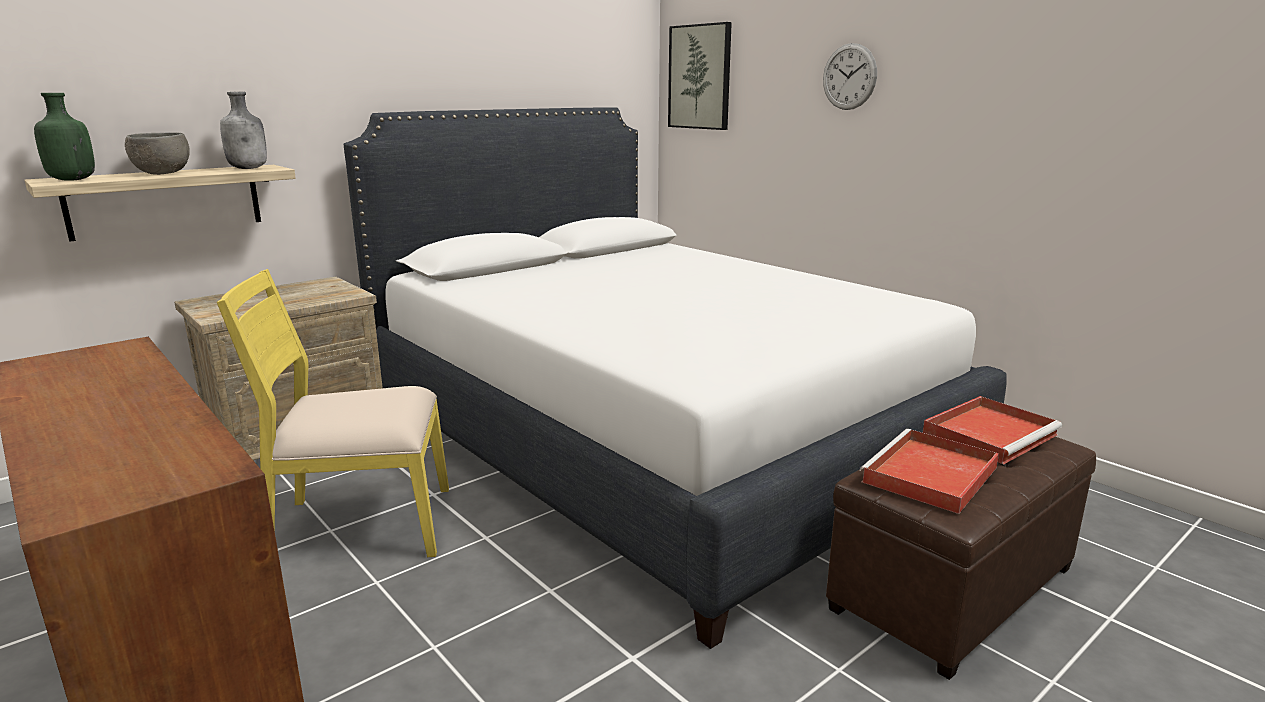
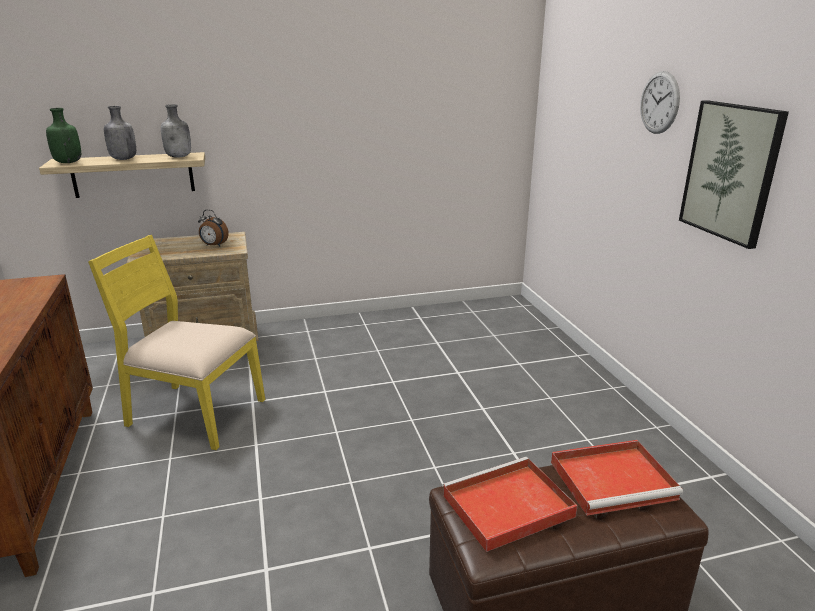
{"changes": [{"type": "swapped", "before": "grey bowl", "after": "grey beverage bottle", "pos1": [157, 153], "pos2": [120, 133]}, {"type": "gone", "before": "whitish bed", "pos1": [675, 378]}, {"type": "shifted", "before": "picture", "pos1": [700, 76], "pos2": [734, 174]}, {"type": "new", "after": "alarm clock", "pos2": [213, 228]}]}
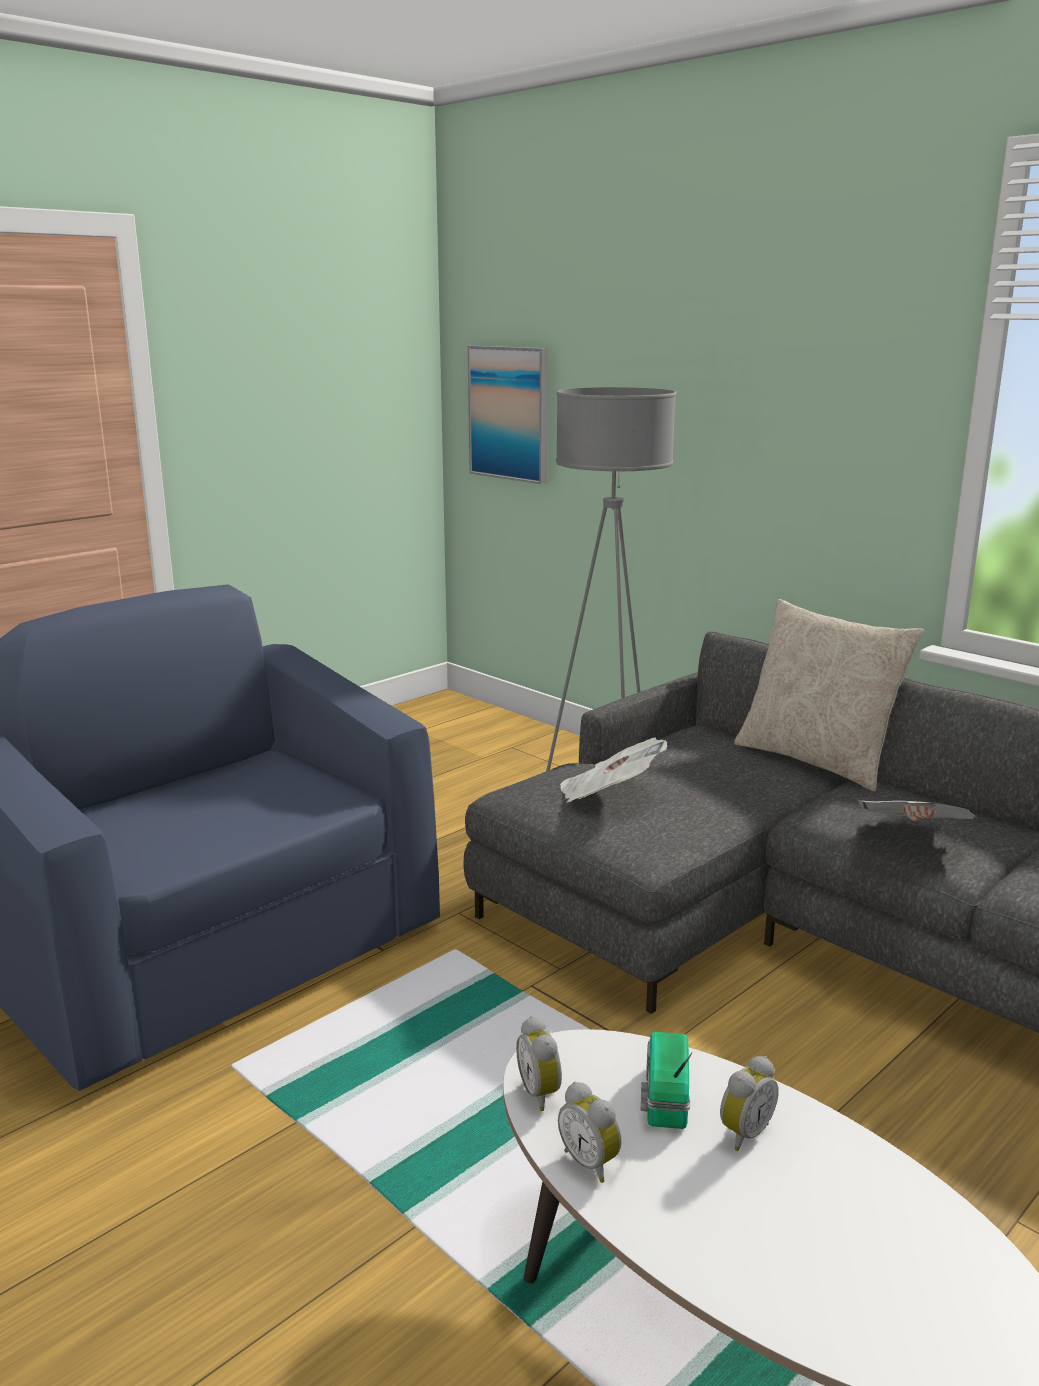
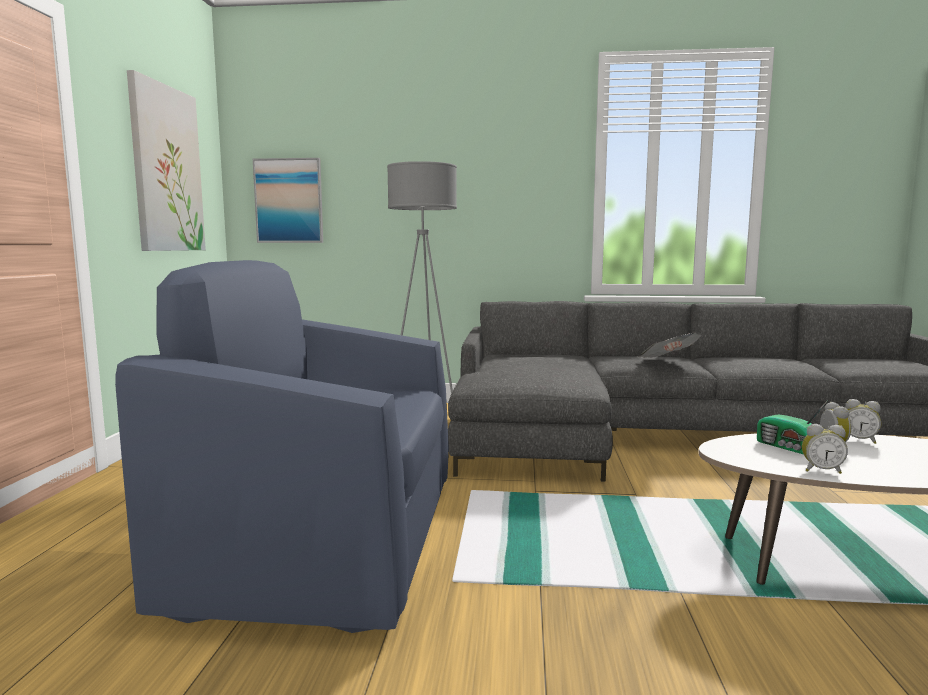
{"changes": [{"type": "shifted", "before": "alarm clock", "pos1": [539, 1063], "pos2": [863, 421]}, {"type": "gone", "before": "newspaper", "pos1": [614, 770]}, {"type": "gone", "before": "beige cushion", "pos1": [829, 695]}, {"type": "new", "after": "picture", "pos2": [166, 160]}]}
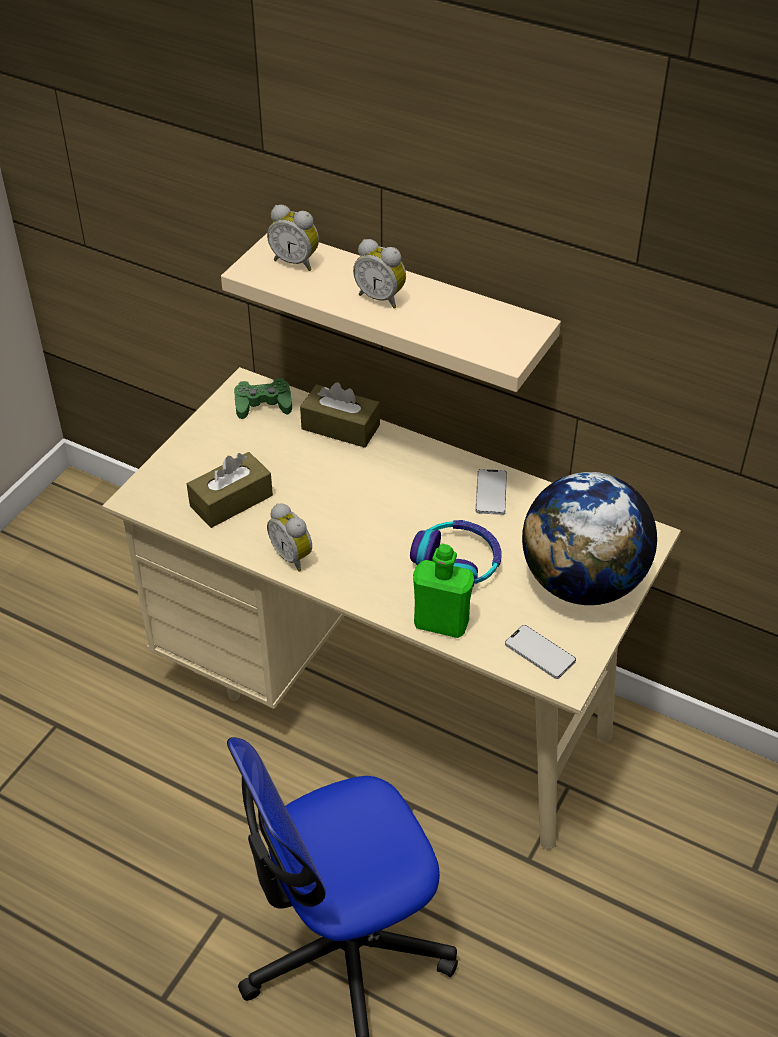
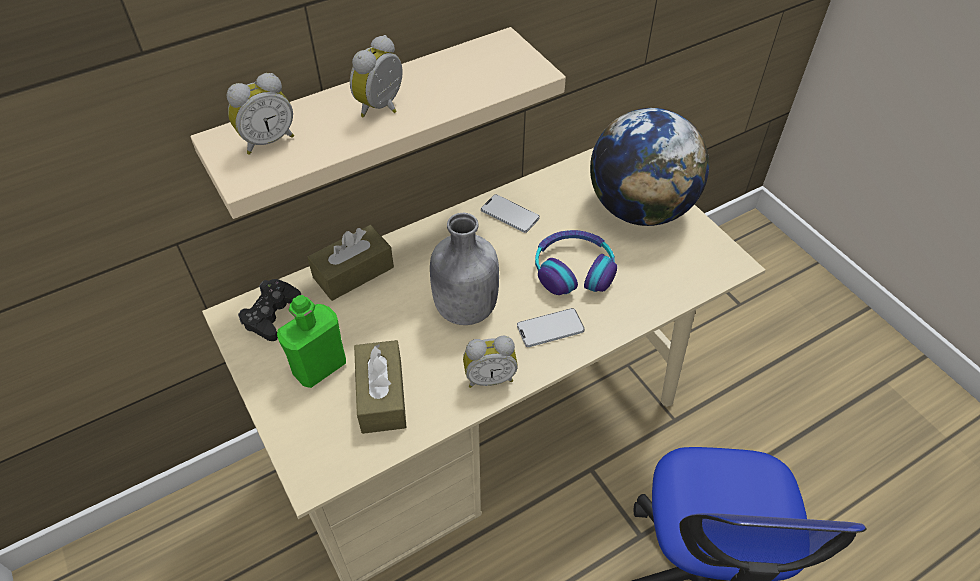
{"changes": [{"type": "repainted", "before": "greenish joypad", "after": "black-coloured joypad", "pos1": [263, 398], "pos2": [269, 310]}, {"type": "rotated", "before": "alarm clock", "pos1": [379, 274], "pos2": [376, 76], "turn": 150}, {"type": "shifted", "before": "greenish beverage bottle", "pos1": [443, 591], "pos2": [311, 341]}, {"type": "shifted", "before": "handset", "pos1": [540, 652], "pos2": [551, 327]}, {"type": "new", "after": "grey beverage bottle", "pos2": [464, 269]}]}
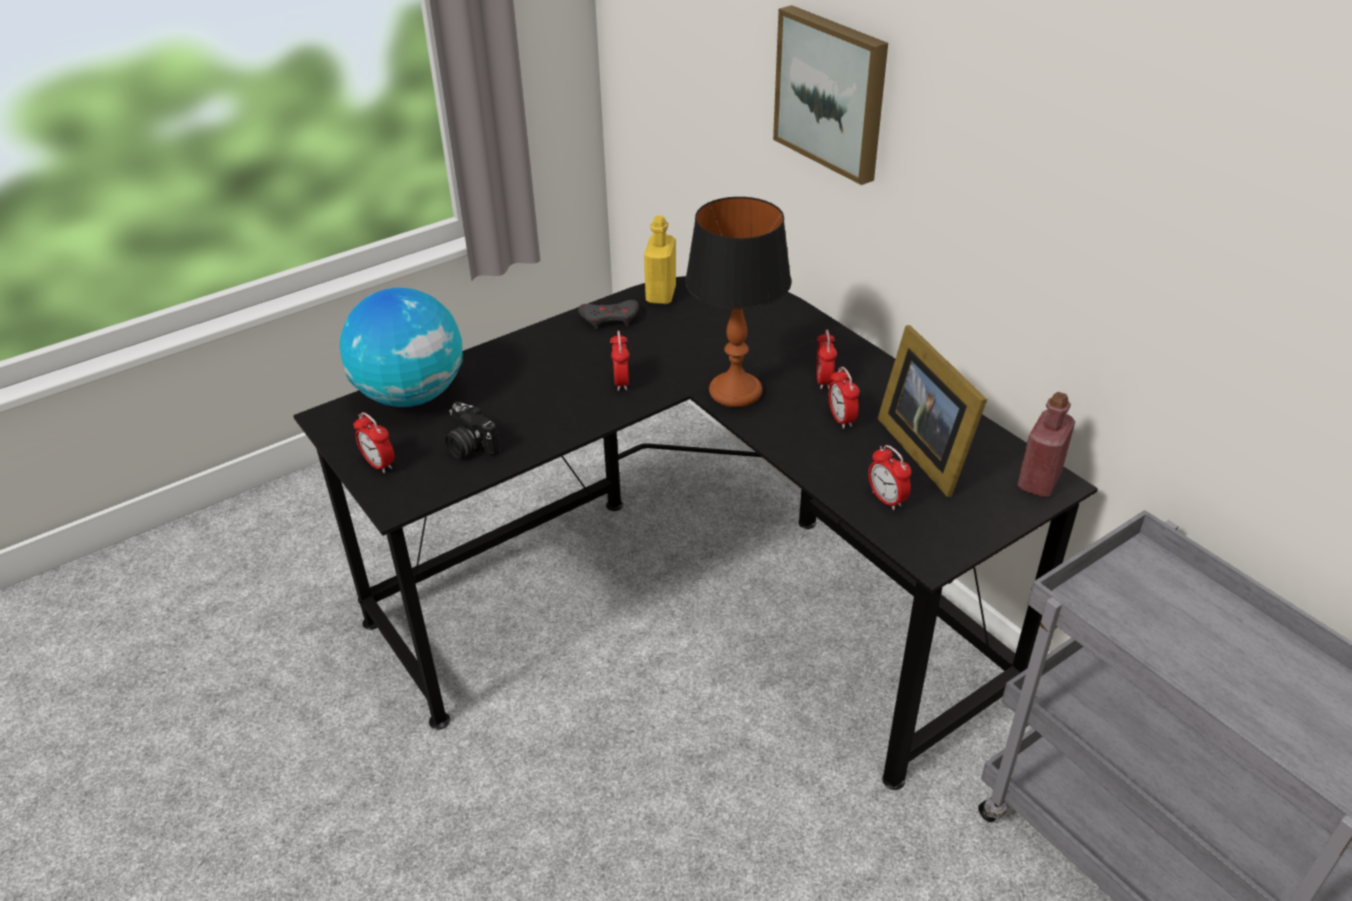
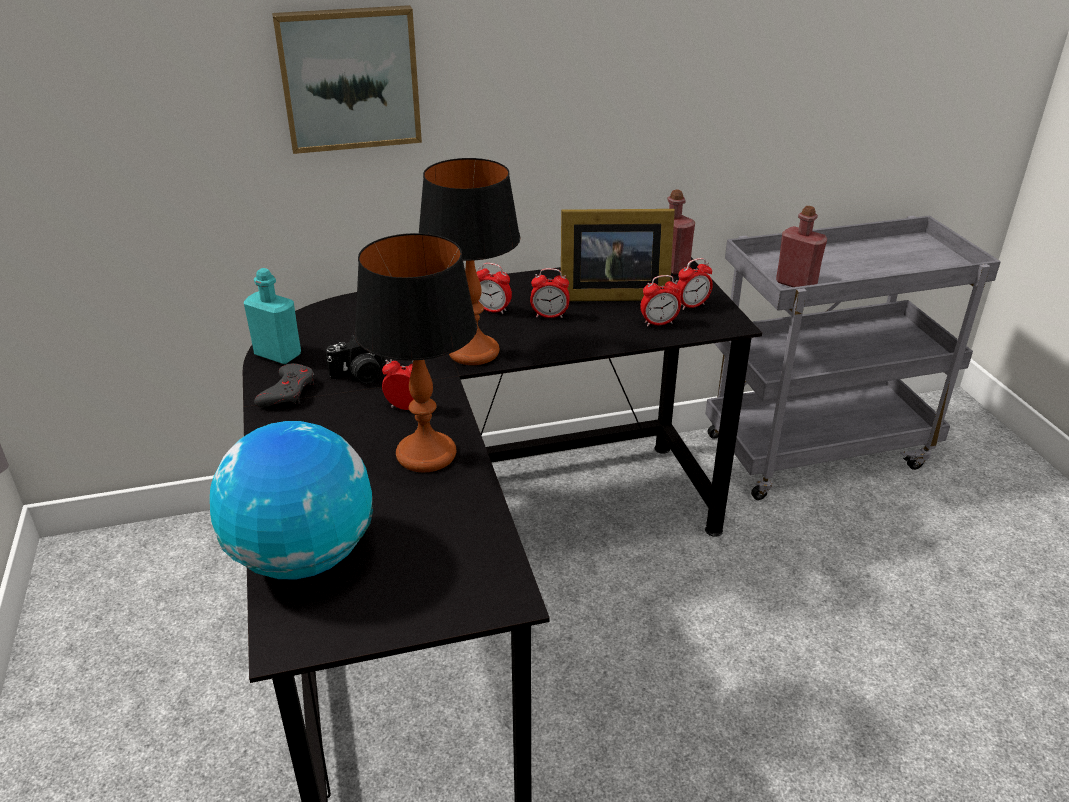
{"changes": [{"type": "shifted", "before": "alarm clock", "pos1": [374, 442], "pos2": [694, 284]}, {"type": "shifted", "before": "photo camera", "pos1": [472, 430], "pos2": [355, 359]}, {"type": "repainted", "before": "yellowish beverage bottle", "after": "blue-green beverage bottle", "pos1": [660, 259], "pos2": [272, 316]}, {"type": "new", "after": "tabletop lamp", "pos2": [415, 352]}, {"type": "new", "after": "reddish beverage bottle", "pos2": [801, 246]}]}
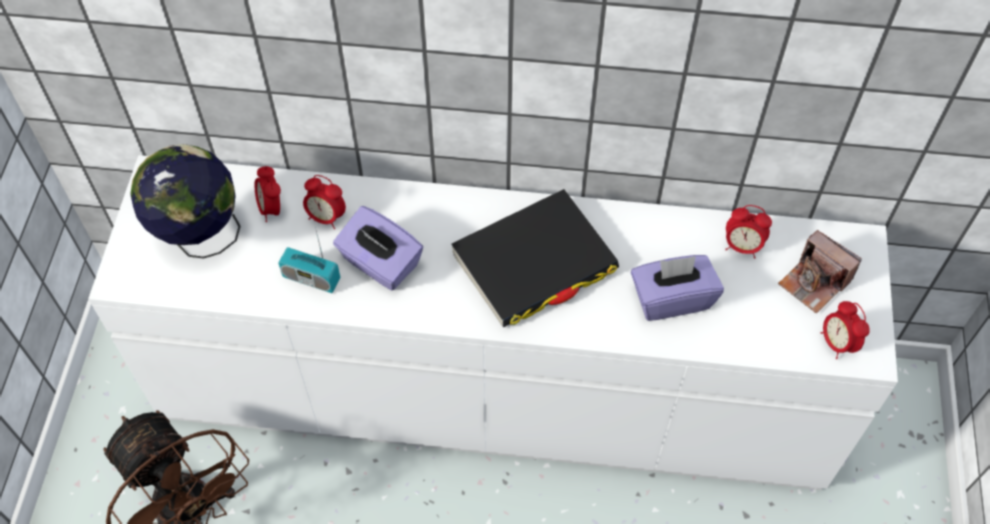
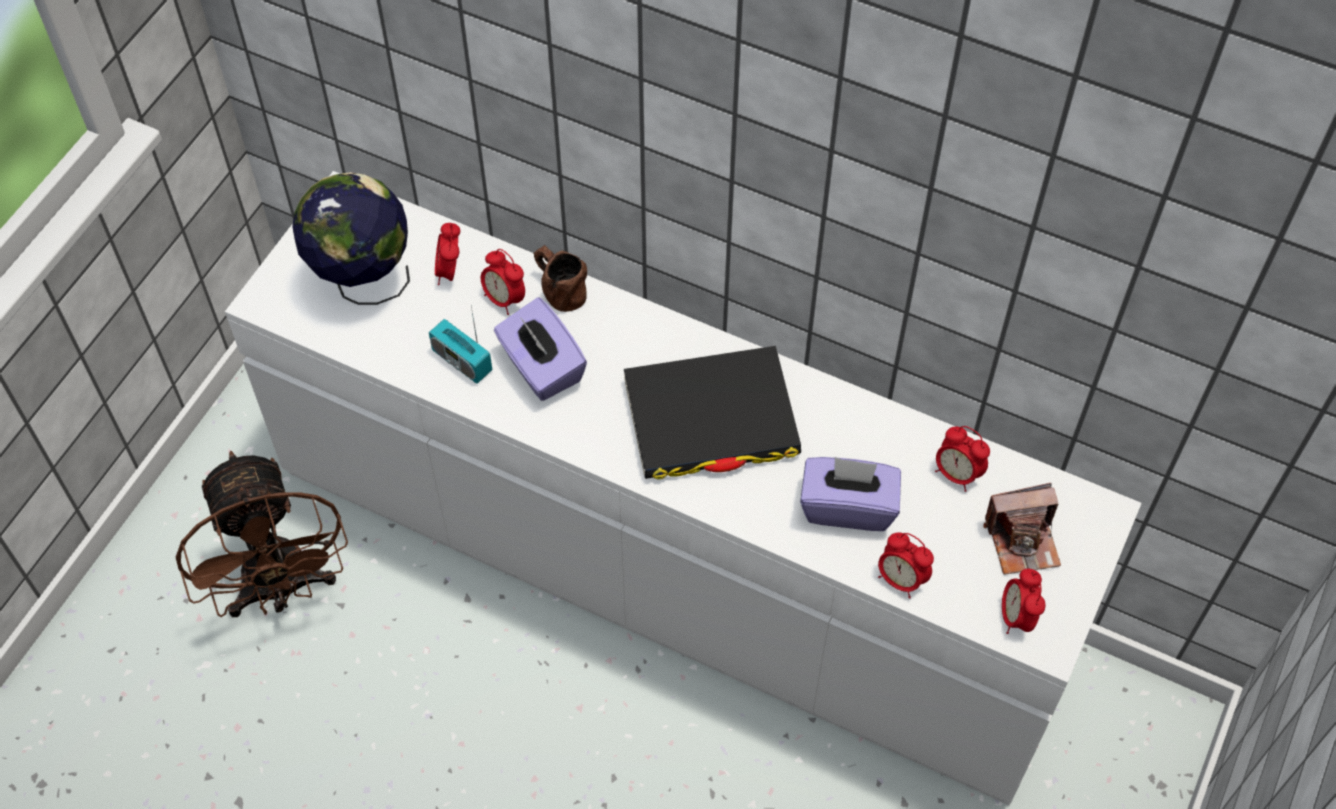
{"changes": [{"type": "rotated", "before": "photo camera", "pos1": [820, 271], "pos2": [1022, 528], "turn": -75}, {"type": "new", "after": "brown tea mug", "pos2": [560, 278]}, {"type": "new", "after": "alarm clock", "pos2": [906, 565]}]}
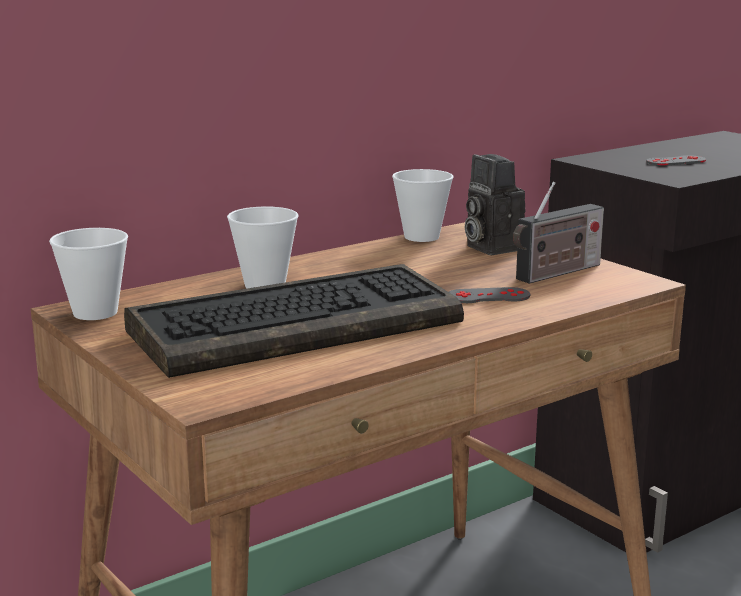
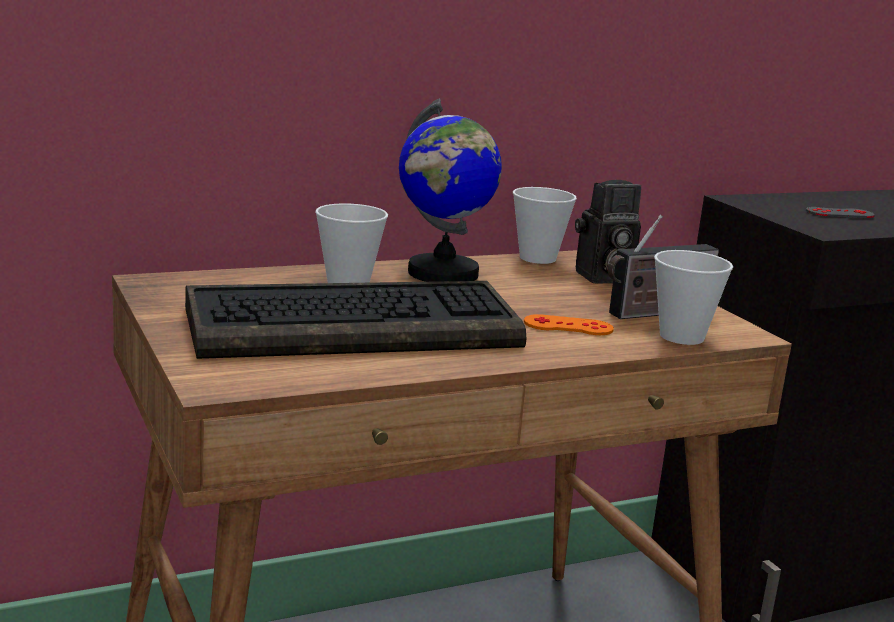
{"changes": [{"type": "shifted", "before": "cup", "pos1": [88, 274], "pos2": [693, 297]}, {"type": "repainted", "before": "grey joypad", "after": "orange joypad", "pos1": [489, 295], "pos2": [569, 324]}, {"type": "rotated", "before": "photo camera", "pos1": [494, 204], "pos2": [608, 232], "turn": -90}, {"type": "new", "after": "desk globe", "pos2": [450, 190]}]}
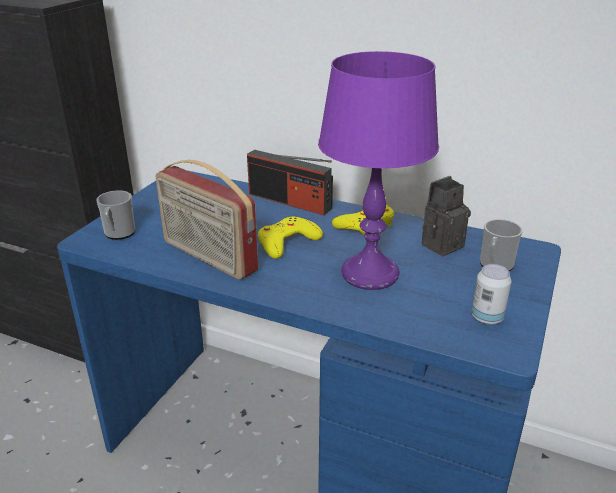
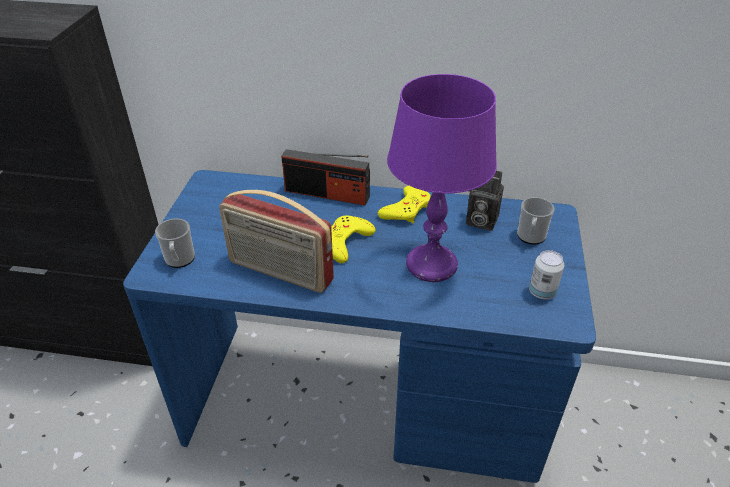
{"changes": [{"type": "rotated", "before": "photo camera", "pos1": [446, 216], "pos2": [485, 201], "turn": -105}]}
